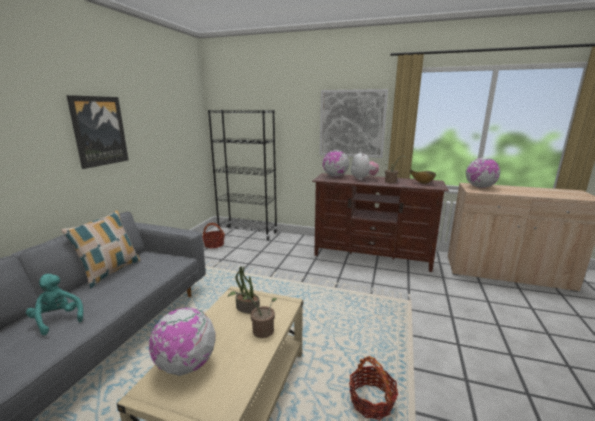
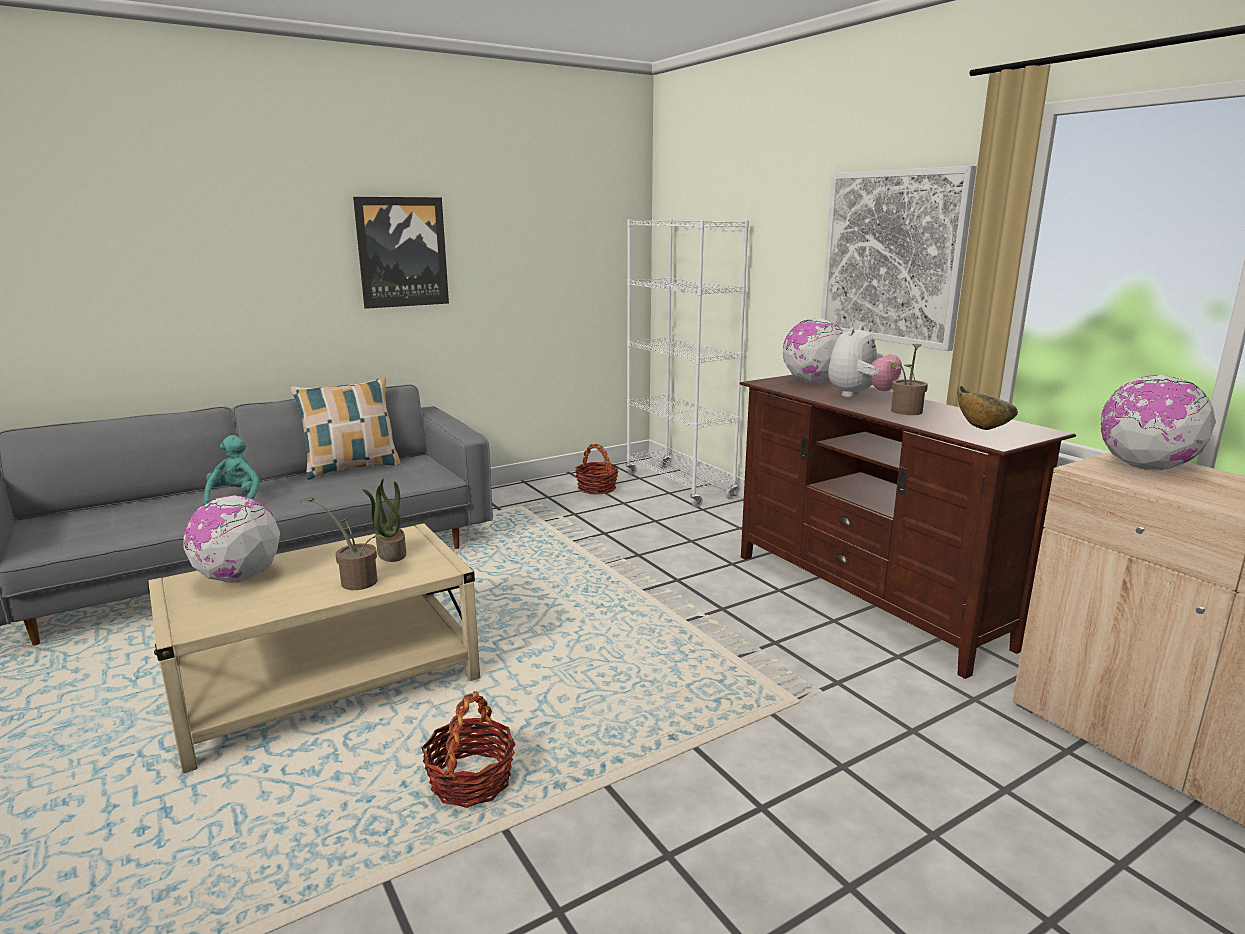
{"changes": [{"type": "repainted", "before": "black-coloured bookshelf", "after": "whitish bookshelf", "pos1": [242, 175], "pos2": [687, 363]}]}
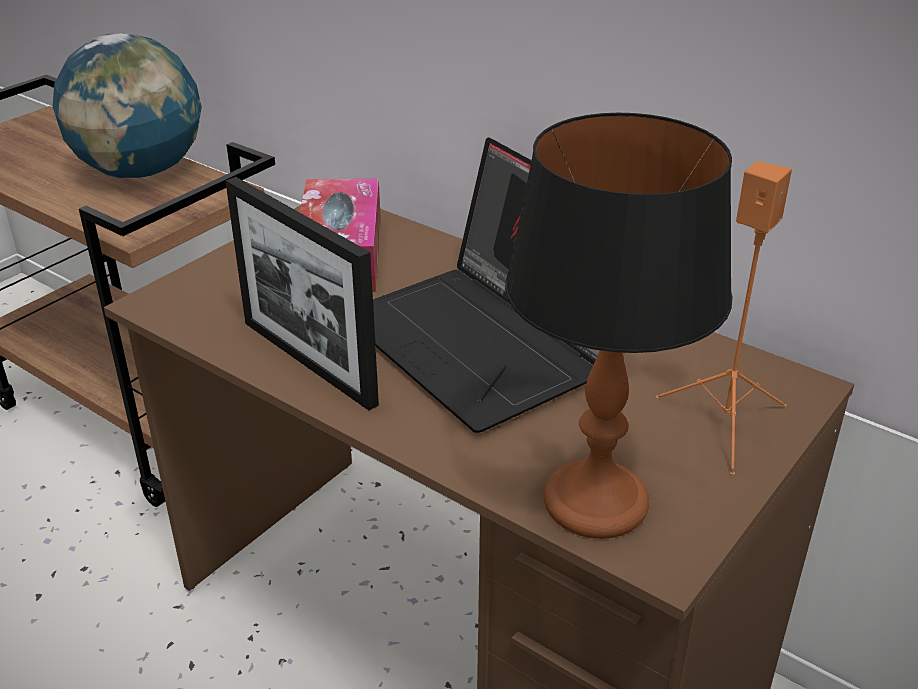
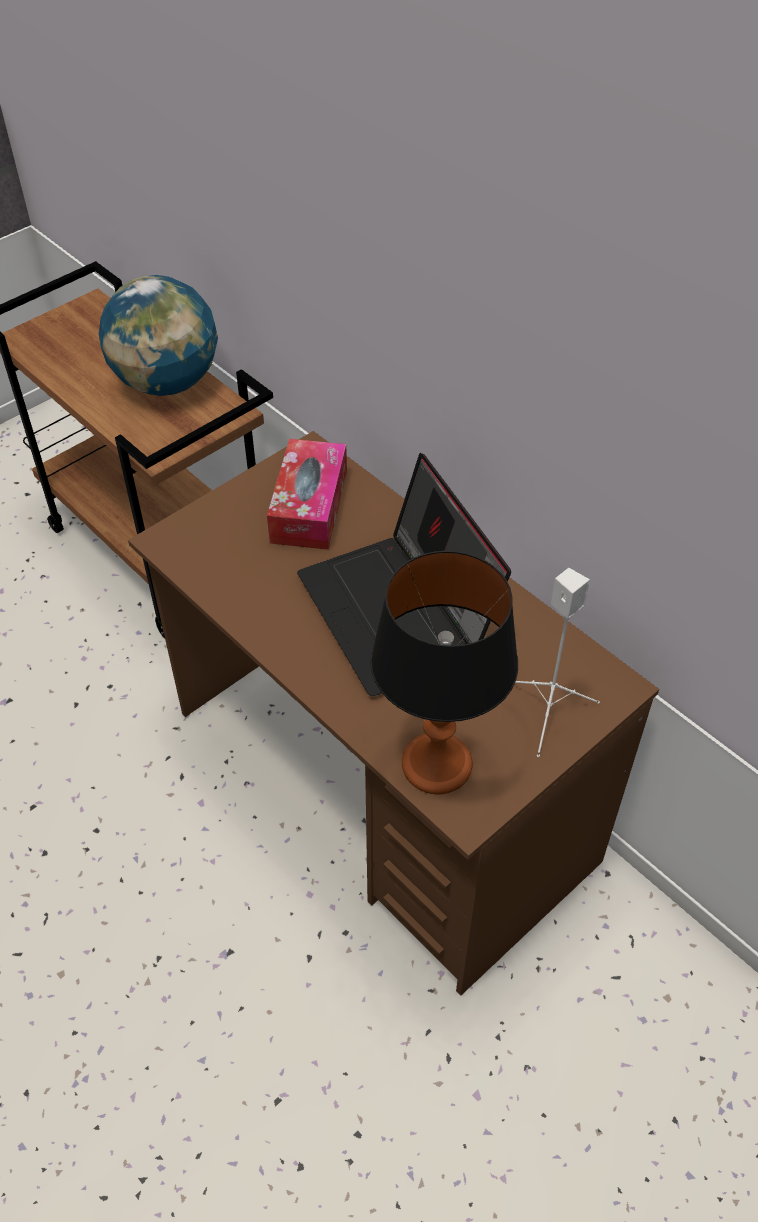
{"changes": [{"type": "gone", "before": "standing frame", "pos1": [302, 294]}, {"type": "repainted", "before": "orange audio speaker", "after": "whitish audio speaker", "pos1": [724, 318], "pos2": [557, 662]}]}
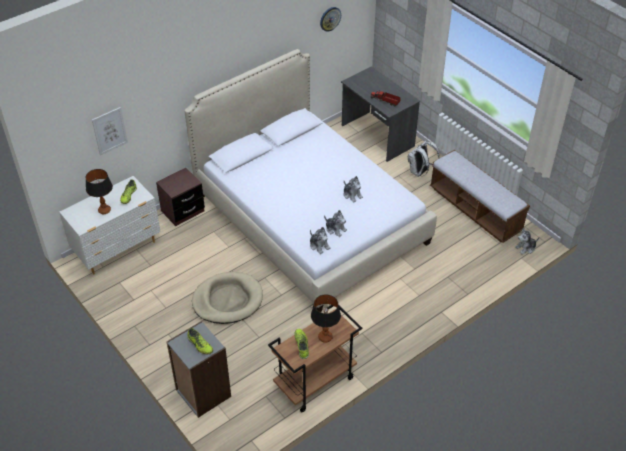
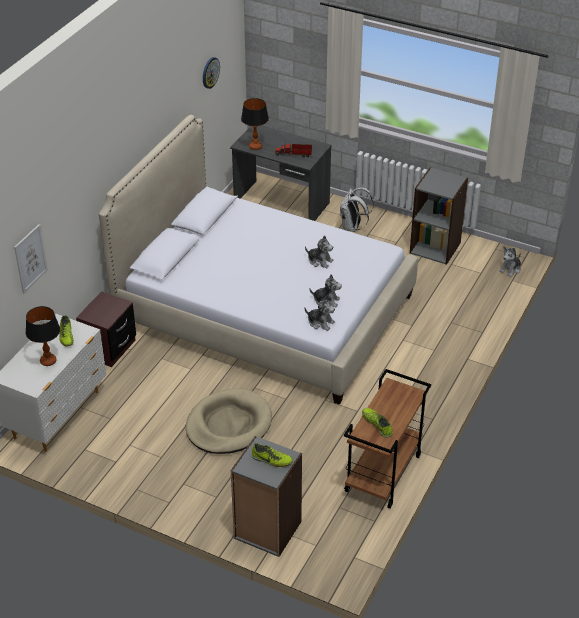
{"changes": [{"type": "shifted", "before": "tabletop lamp", "pos1": [326, 318], "pos2": [255, 124]}, {"type": "swapped", "before": "long seat", "after": "grey bookshelf", "pos1": [480, 196], "pos2": [439, 216]}]}
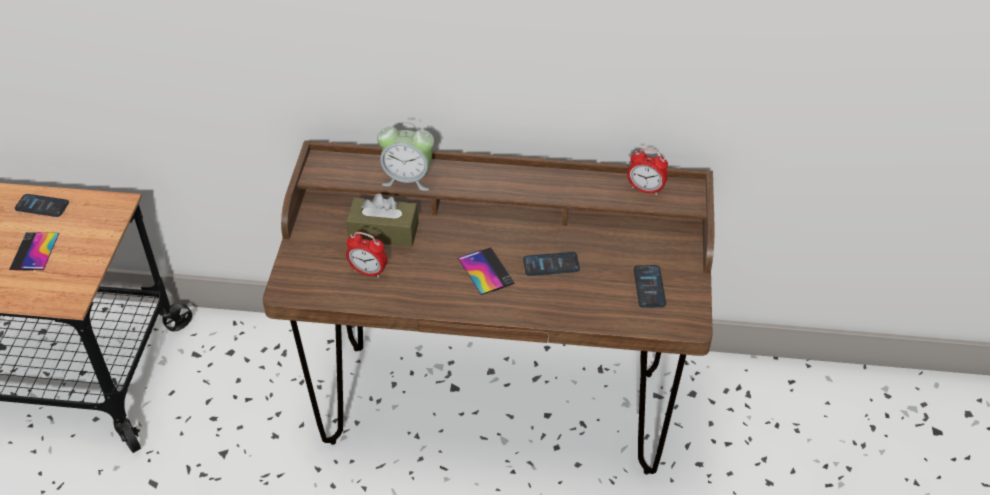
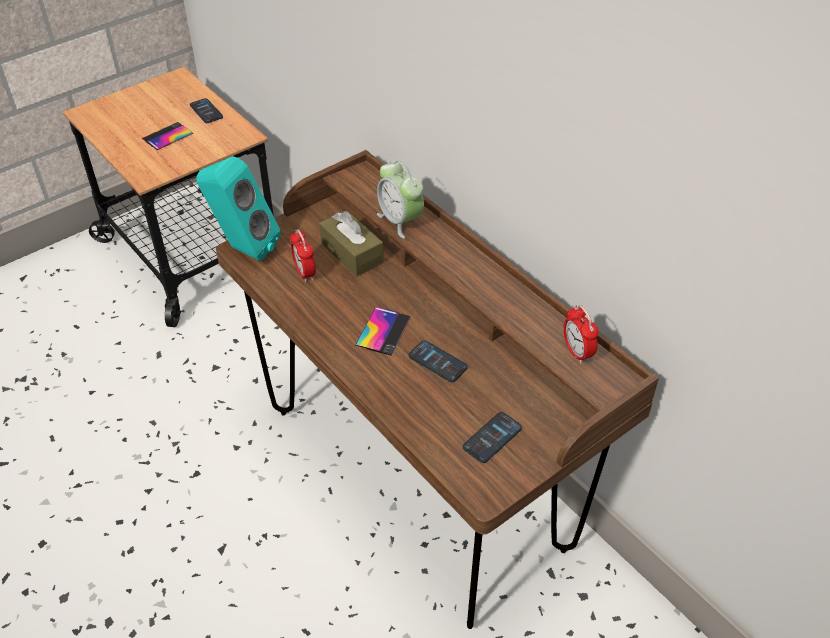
{"changes": [{"type": "new", "after": "blue-green audio speaker", "pos2": [238, 208]}]}
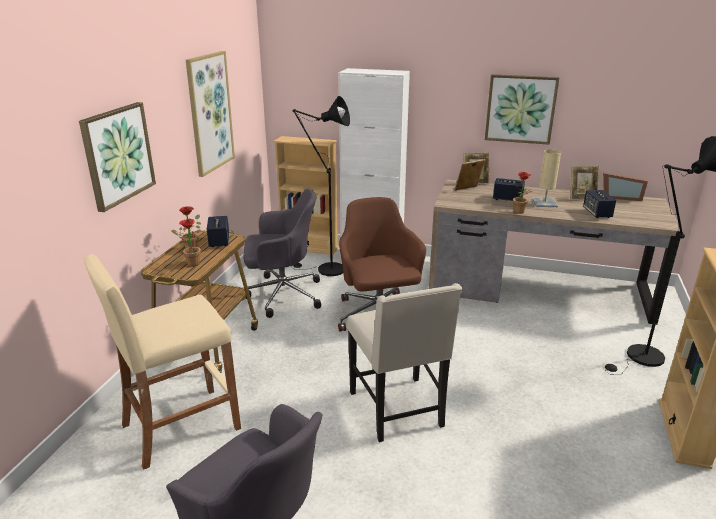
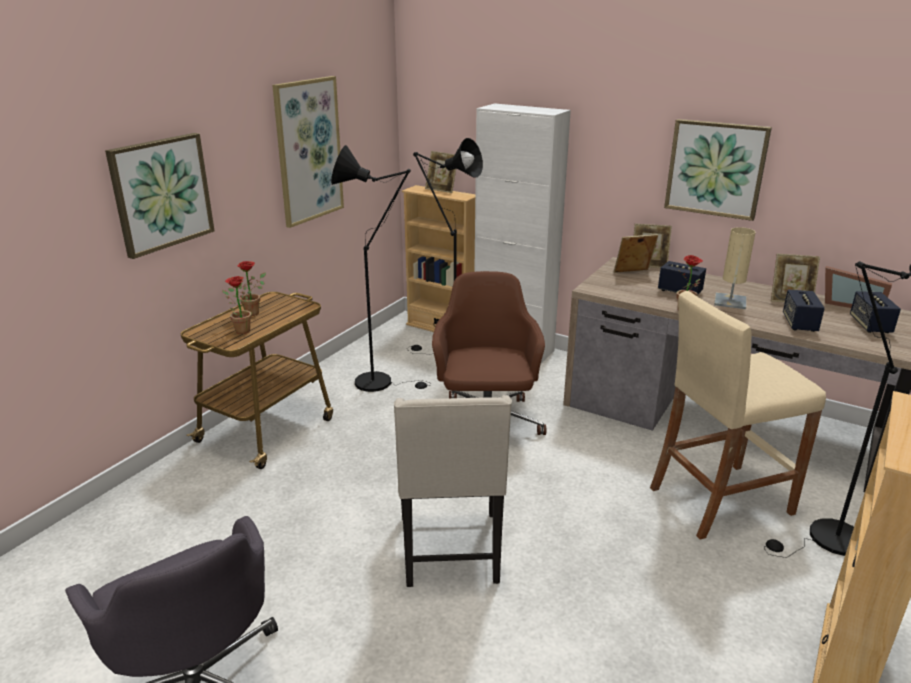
{"changes": [{"type": "shifted", "before": "beige stool", "pos1": [162, 362], "pos2": [738, 415]}, {"type": "shifted", "before": "audio speaker", "pos1": [218, 231], "pos2": [875, 312]}, {"type": "swapped", "before": "grey desk chair", "after": "black-coloured standing lamp", "pos1": [282, 253], "pos2": [381, 268]}, {"type": "new", "after": "standing frame", "pos2": [440, 172]}]}
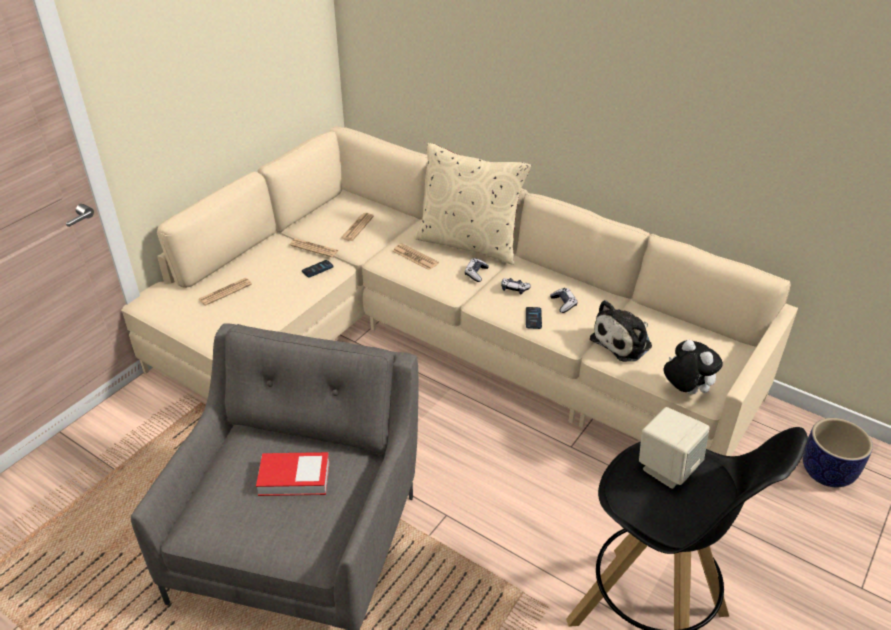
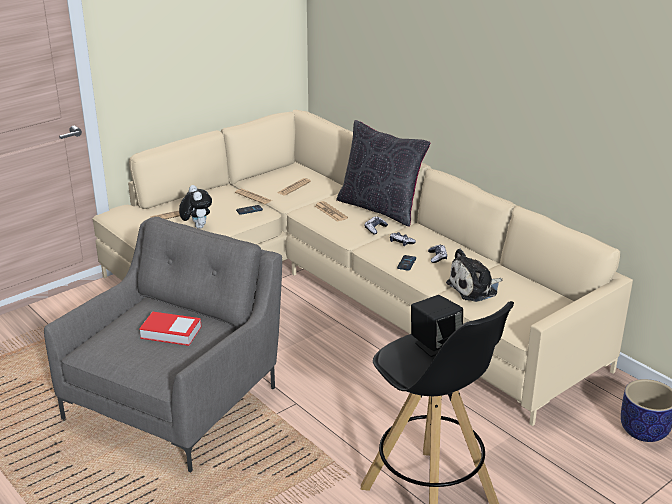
{"changes": [{"type": "repainted", "before": "beige cushion", "after": "black-coloured cushion", "pos1": [472, 203], "pos2": [383, 173]}, {"type": "repainted", "before": "beige audio speaker", "after": "black-coloured audio speaker", "pos1": [674, 448], "pos2": [437, 326]}, {"type": "shifted", "before": "soft toy", "pos1": [693, 367], "pos2": [195, 207]}]}
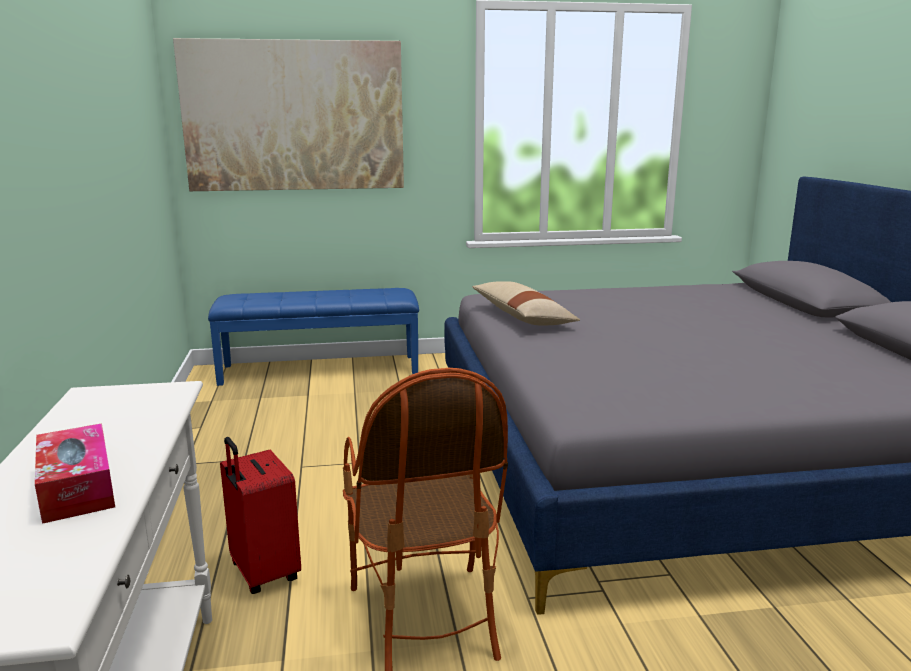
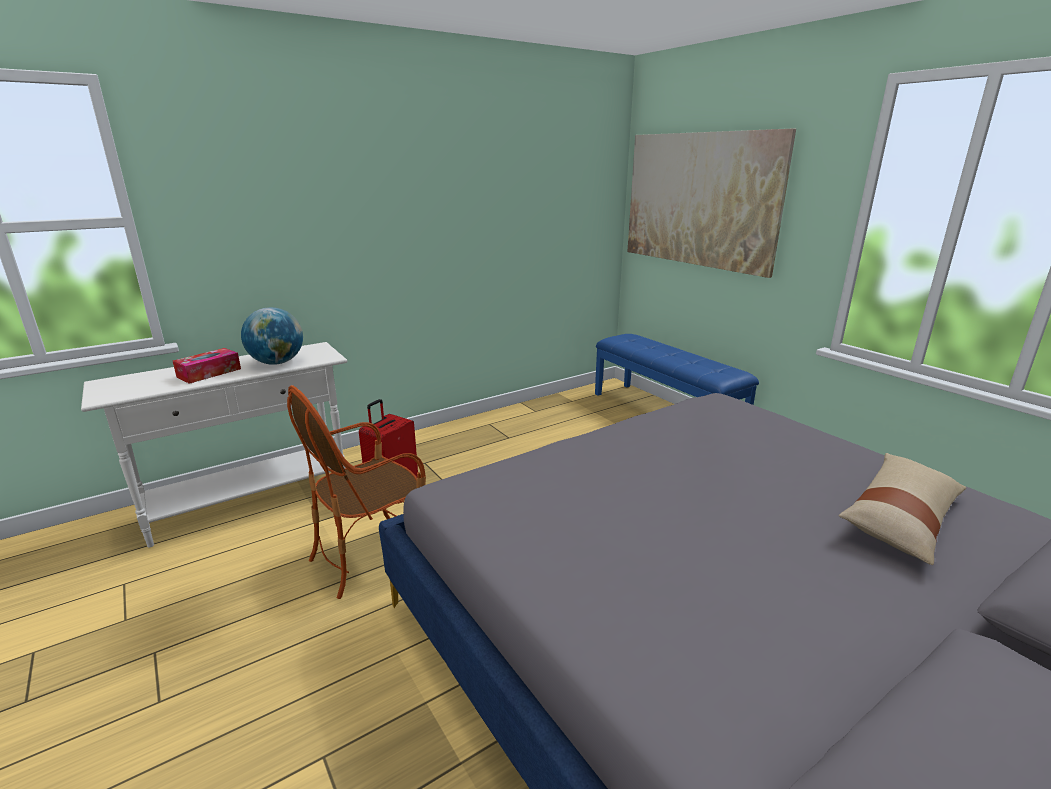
{"changes": [{"type": "shifted", "before": "beige cushion", "pos1": [526, 303], "pos2": [902, 509]}, {"type": "new", "after": "desk globe", "pos2": [272, 336]}]}
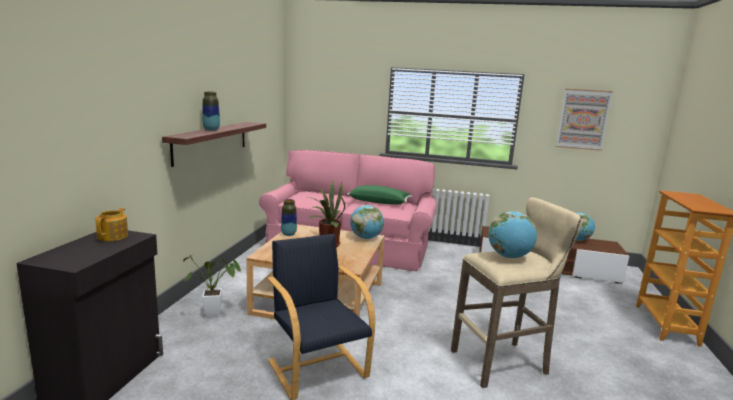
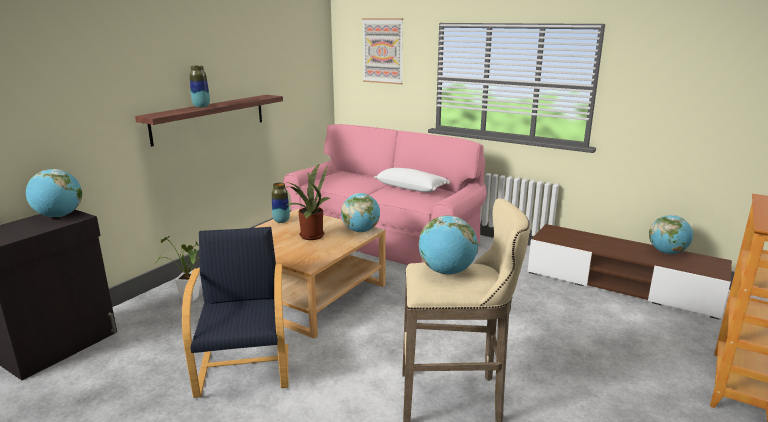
{"changes": [{"type": "swapped", "before": "tea pot", "after": "desk globe", "pos1": [112, 224], "pos2": [54, 193]}, {"type": "repainted", "before": "greenish cushion", "after": "whitish cushion", "pos1": [379, 195], "pos2": [412, 180]}, {"type": "shifted", "before": "picture", "pos1": [584, 120], "pos2": [382, 51]}]}
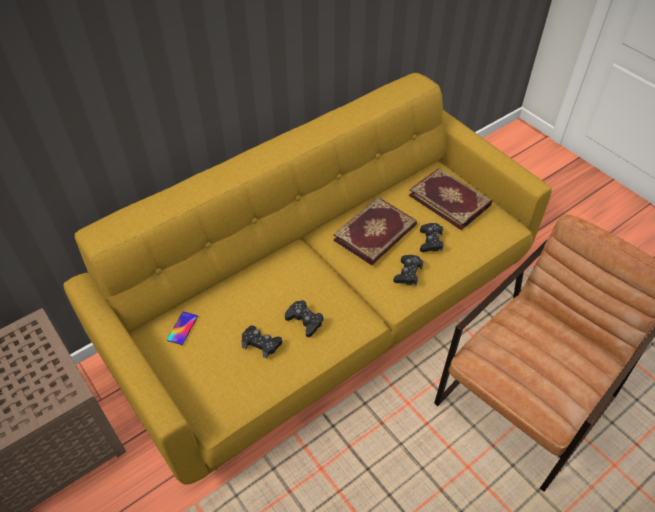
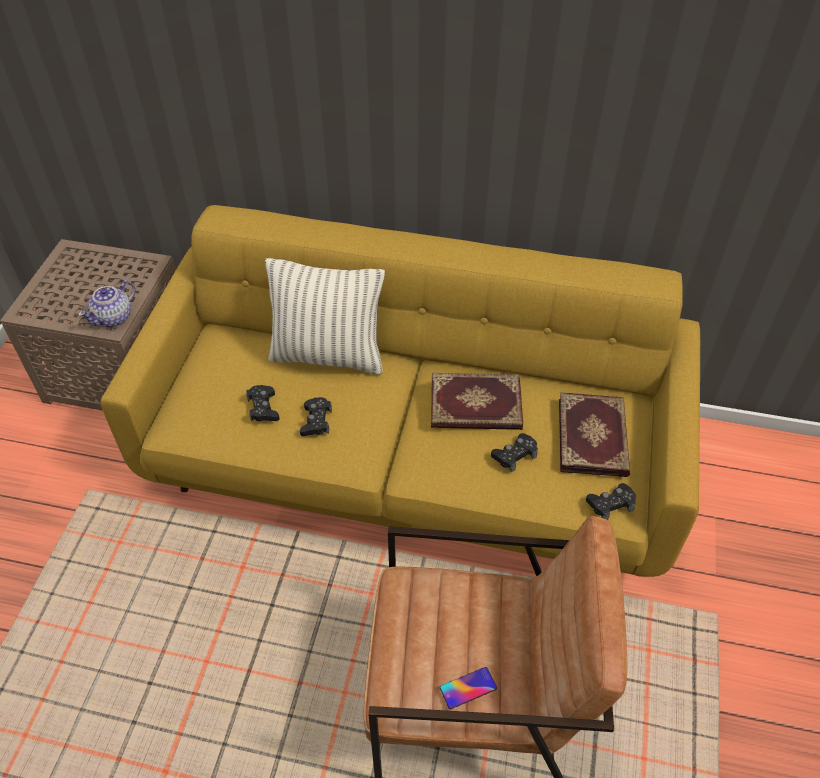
{"changes": [{"type": "shifted", "before": "handset", "pos1": [182, 328], "pos2": [468, 688]}, {"type": "shifted", "before": "black-coloured joypad", "pos1": [408, 270], "pos2": [611, 501]}, {"type": "new", "after": "tea pot", "pos2": [107, 303]}, {"type": "new", "after": "cushion", "pos2": [325, 316]}]}
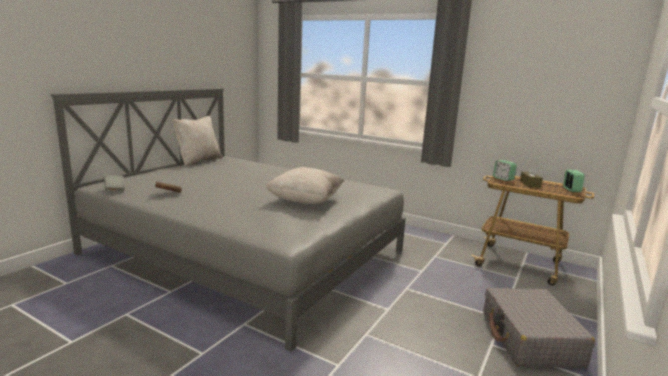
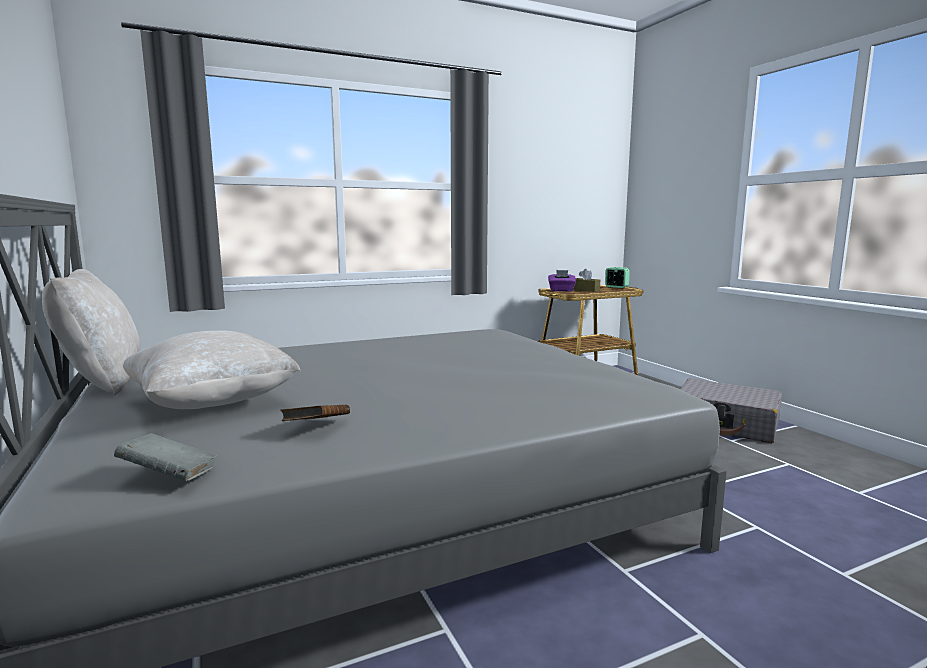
{"changes": [{"type": "shifted", "before": "beige cushion", "pos1": [304, 185], "pos2": [212, 369]}, {"type": "swapped", "before": "alarm clock", "after": "purple tissue holder", "pos1": [505, 170], "pos2": [562, 281]}]}
